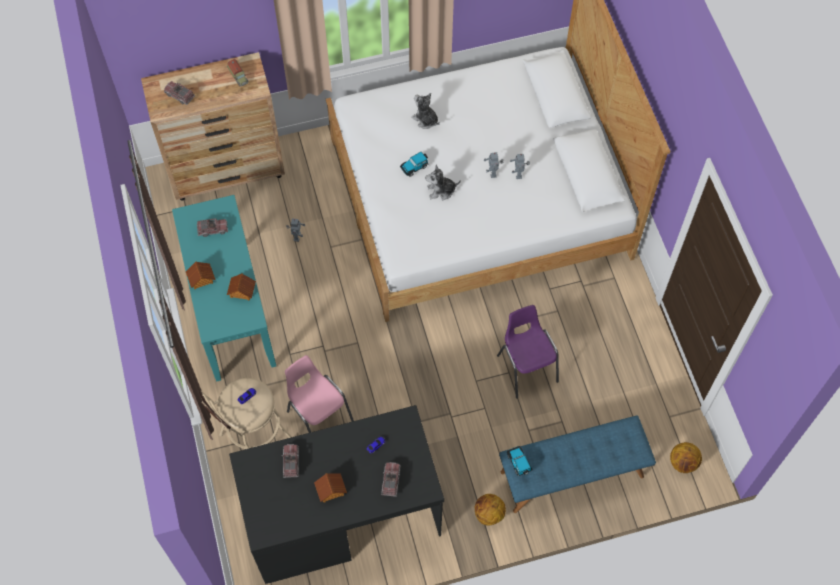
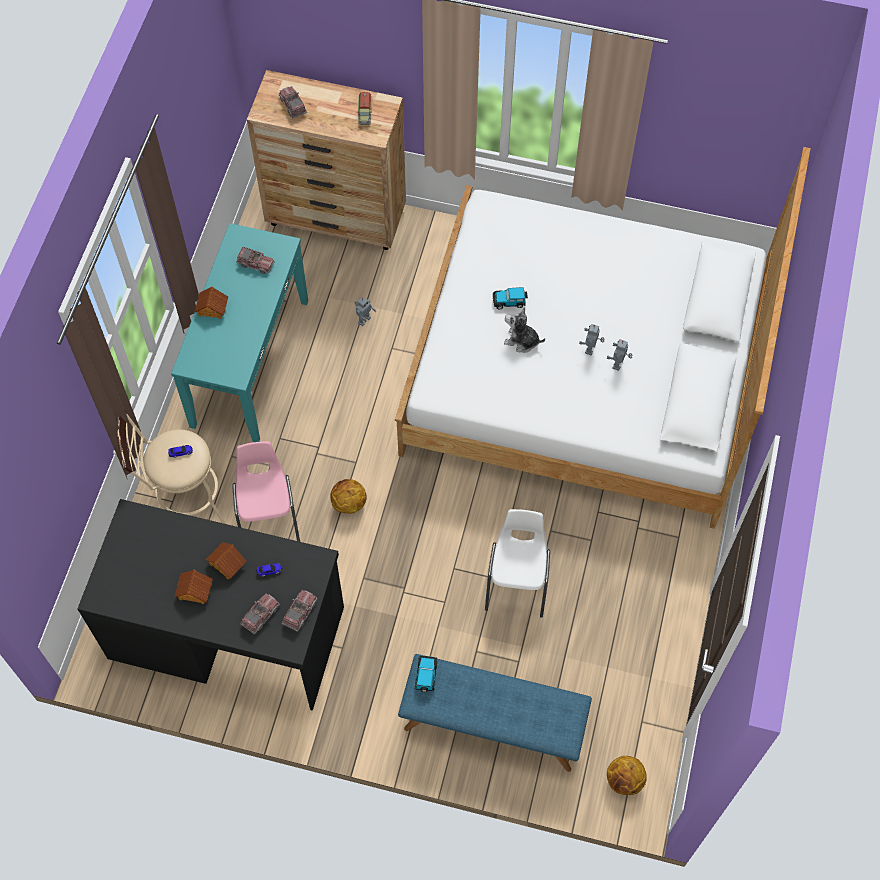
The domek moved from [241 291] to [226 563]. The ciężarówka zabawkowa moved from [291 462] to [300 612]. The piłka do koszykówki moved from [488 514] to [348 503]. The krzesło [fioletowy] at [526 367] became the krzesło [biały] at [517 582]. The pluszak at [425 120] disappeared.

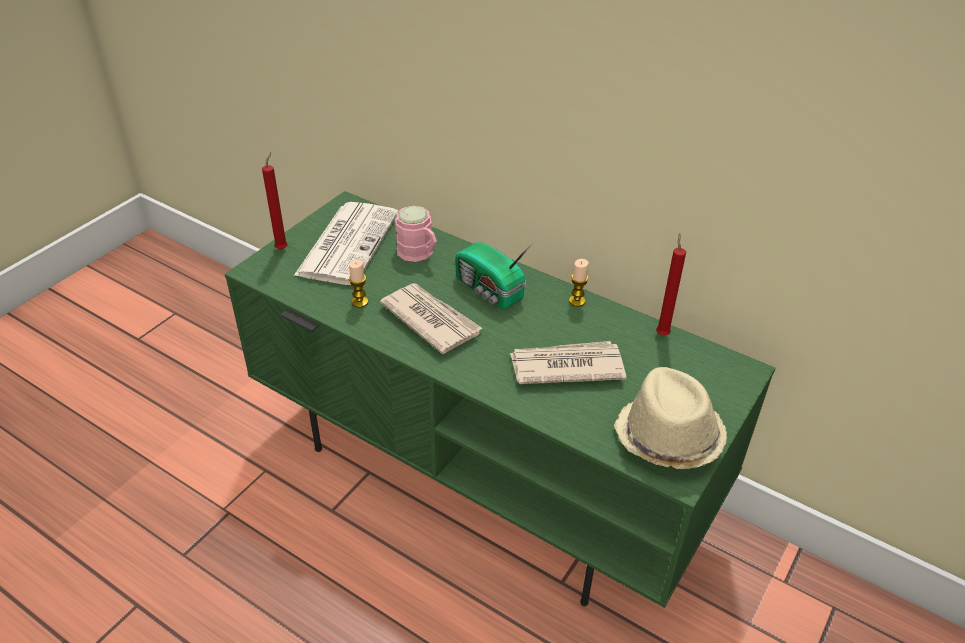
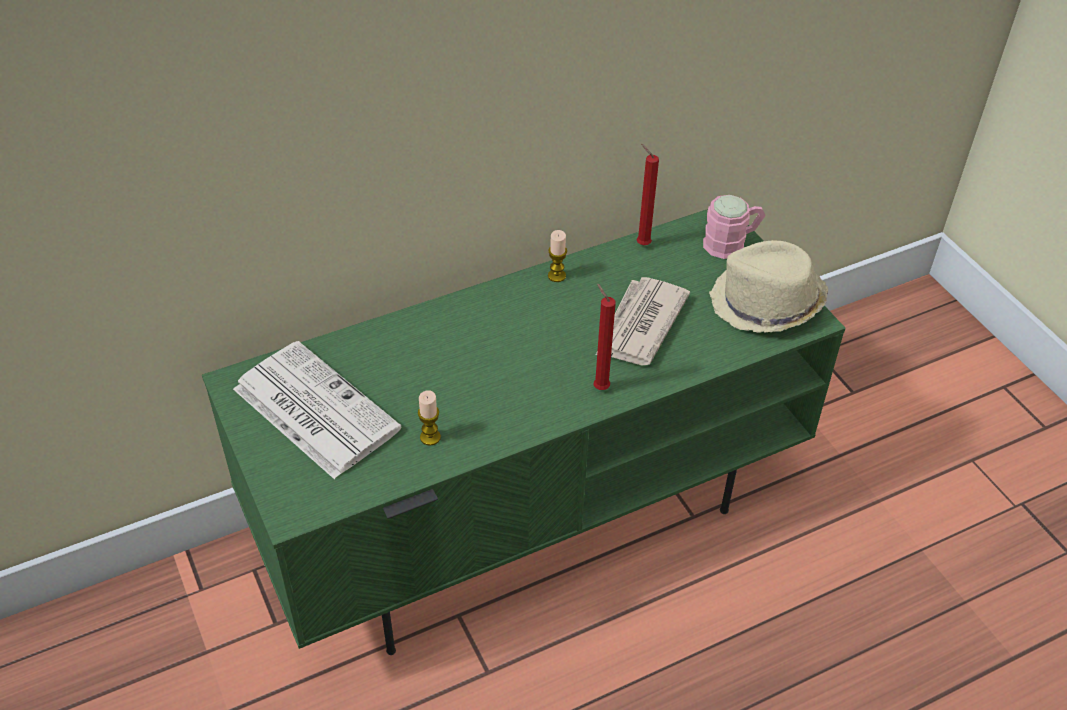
The świeca [czerwony] moved from [282 248] to [599 387]. The kubek [różowy] moved from [419 253] to [731 243]. The gazeta at [430 319] disappeared. The radio at [489 290] disappeared.

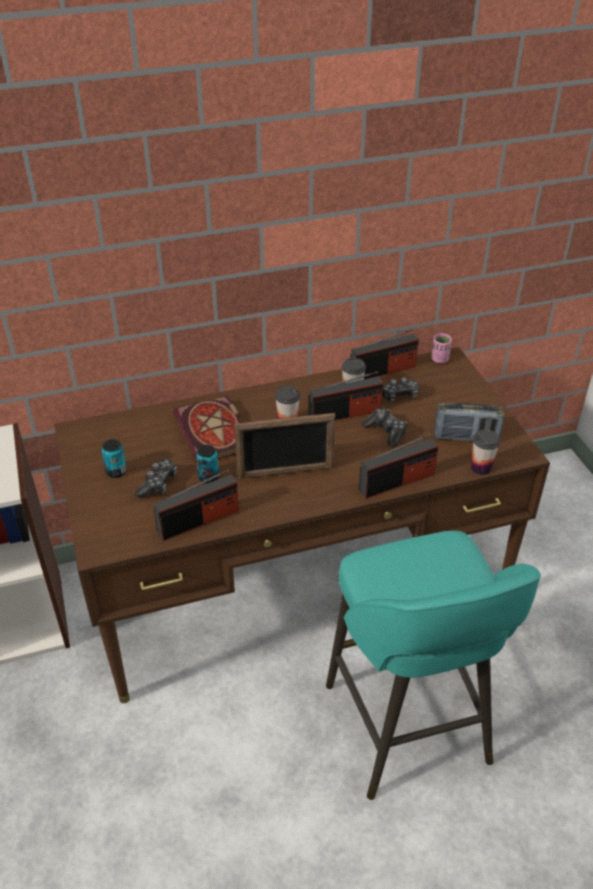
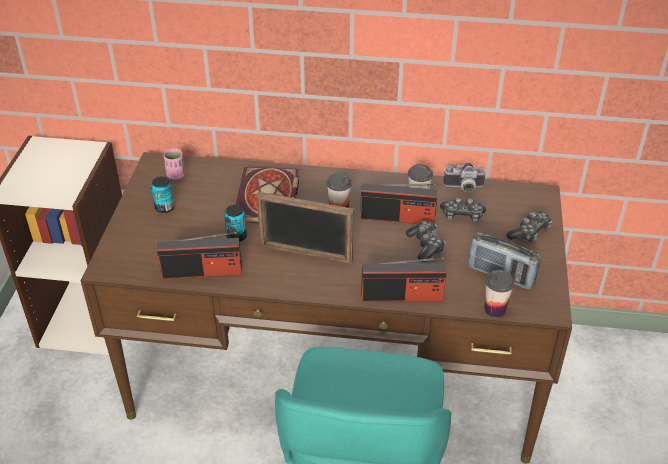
The filiżanka [różowy] moved from [439 359] to [176 175]. The radio at [383 371] was replaced by the aparat fotograficzny at [463 188]. The pad do gier moved from [158 484] to [529 232].

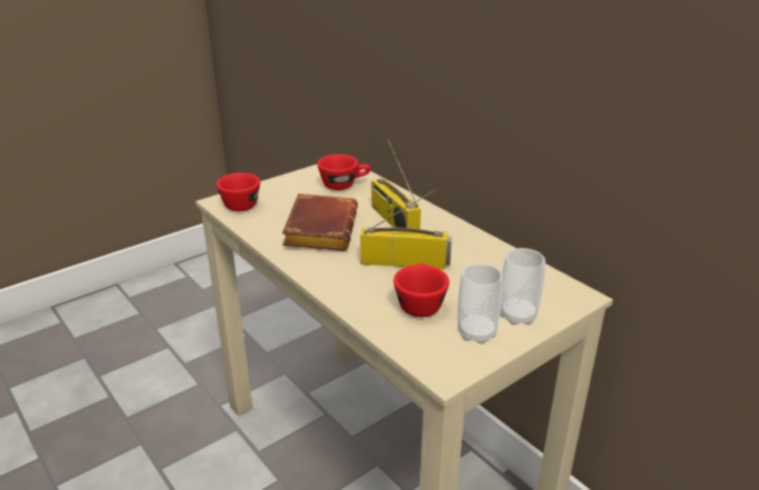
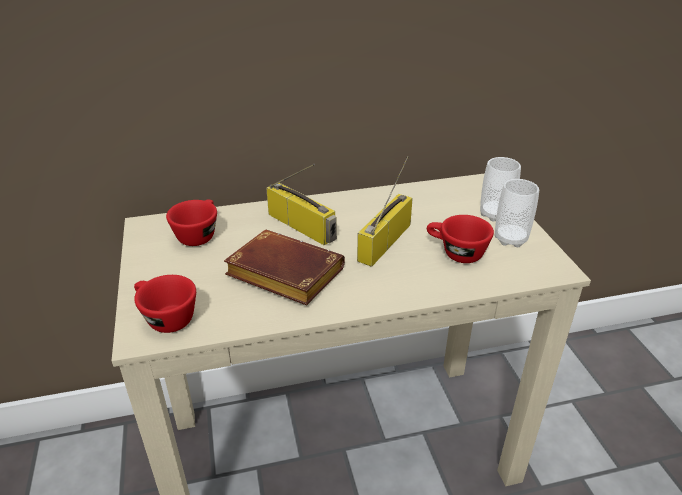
The radio at [392 220] turned 135 degrees counterclockwise.

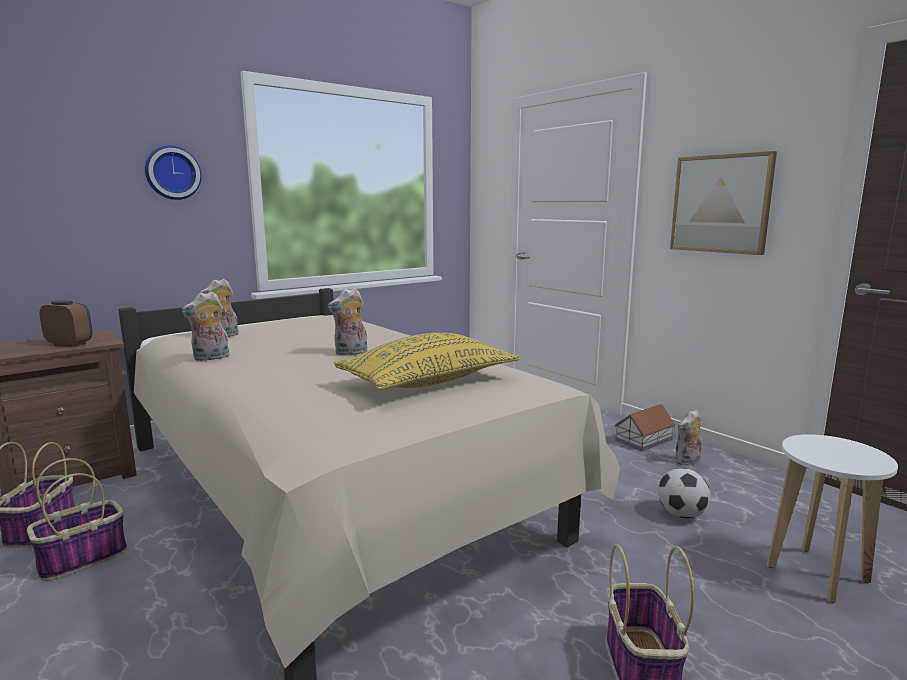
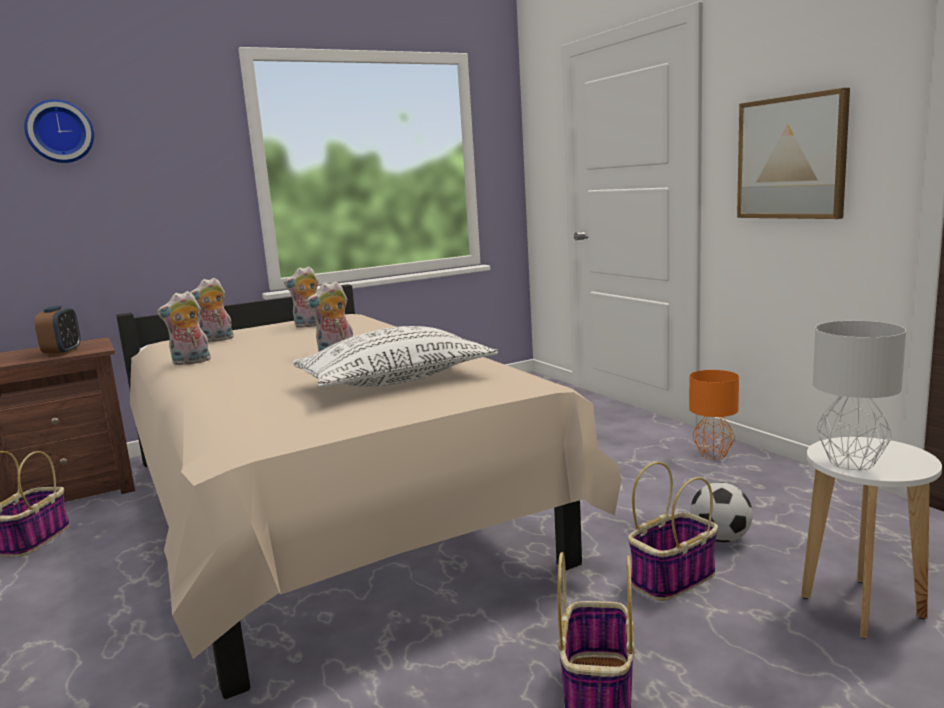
The zegar ścienny moved from [172 173] to [59 131]. The budzik at [70 344] turned 60 degrees clockwise. The pluszak moved from [688 462] to [309 326]. The poduszka [żółty] at [428 382] became the poduszka [biały] at [396 381]. The koszyk moved from [83 558] to [673 578]. The domek at [644 440] was replaced by the lampa stołowa [pomarańczowy] at [714 455]. The lampa stołowa [szary] at [849 462] appeared.

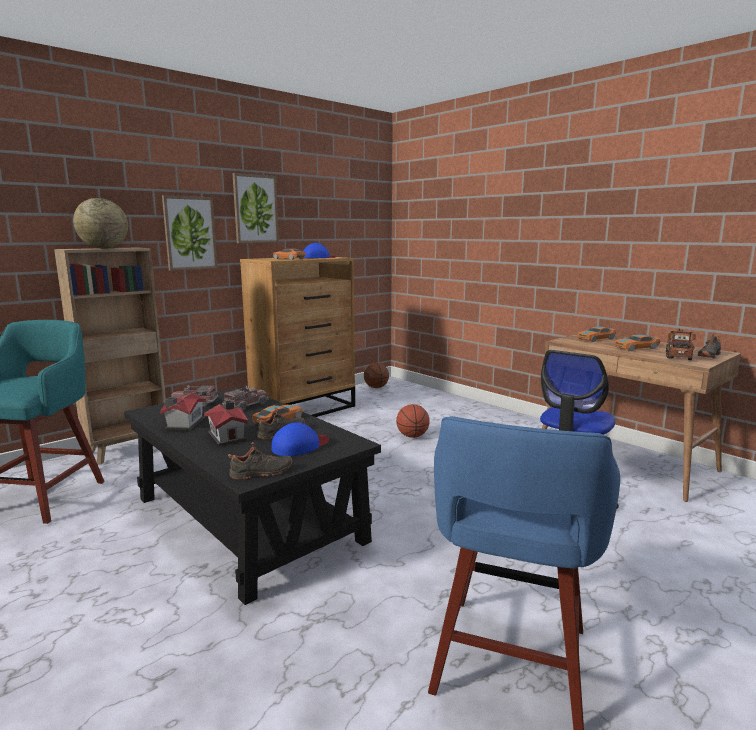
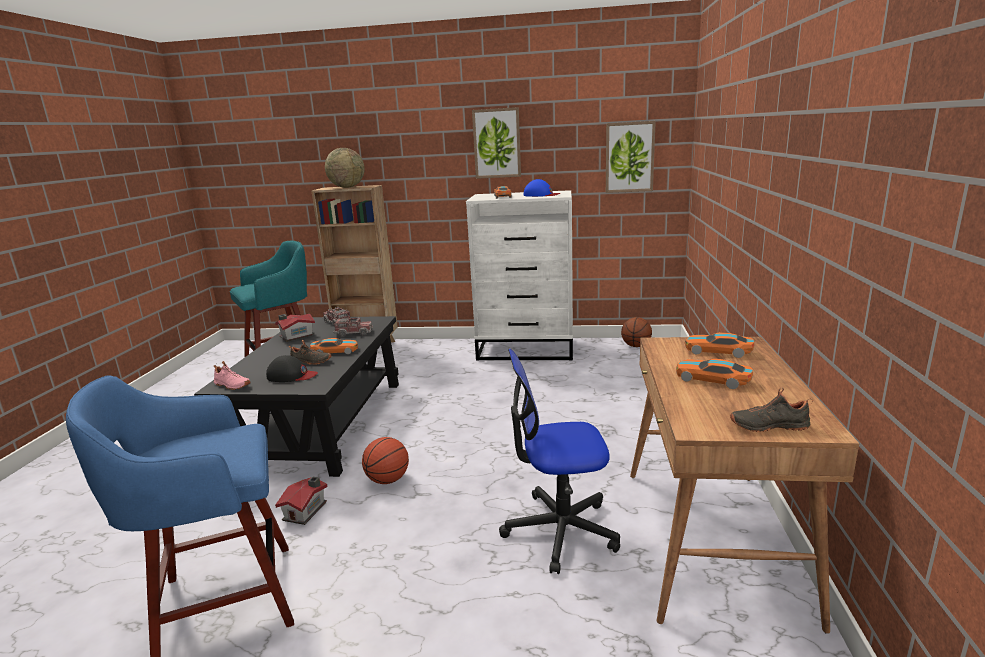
The but [czarny] at [261 473] became the but [różowy] at [231 385]. The czapka z daszkiem [niebieski] at [300 446] became the czapka z daszkiem [czarny] at [291 375]. The domek moved from [228 436] to [306 511]. The piłka do koszykówki moved from [412 436] to [388 480]. The komoda [brązowy] at [304 409] became the komoda [biały] at [526 350]. The obraz moved from [189 233] to [629 157]. The ciężarówka zabawkowa at [678 355] disappeared.

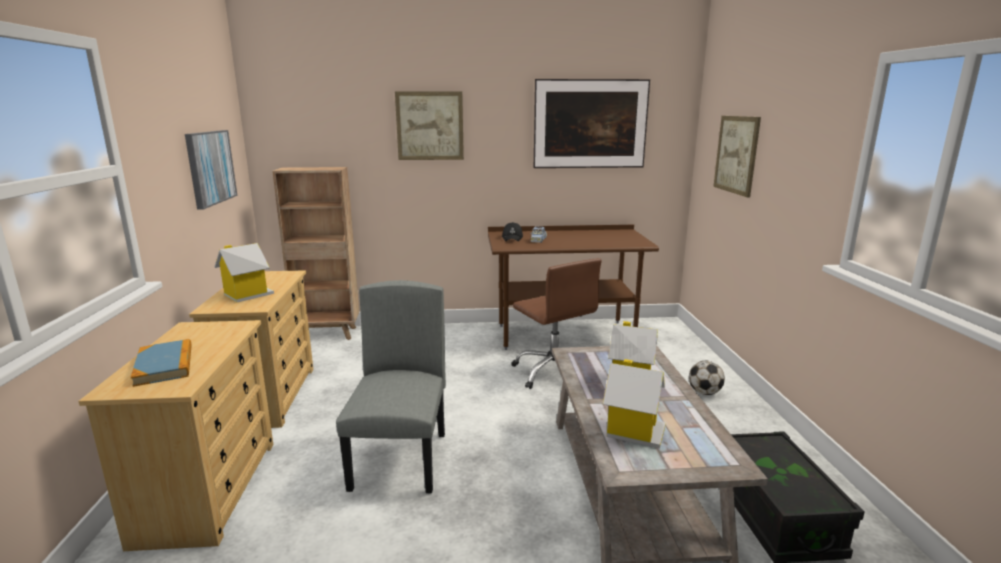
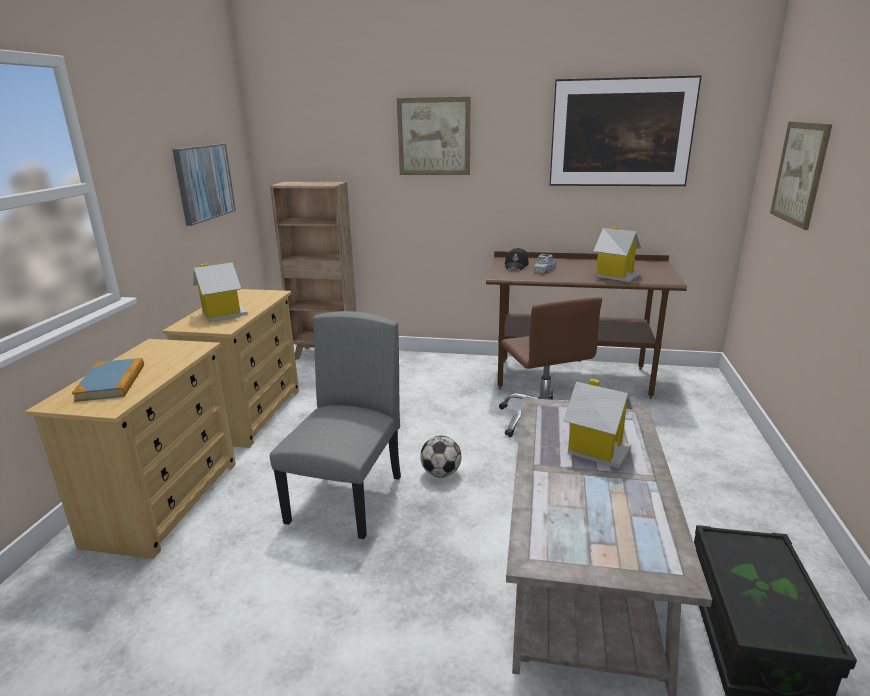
The piłka futbolowa moved from [704 392] to [441 473]. The domek moved from [633 430] to [615 275].

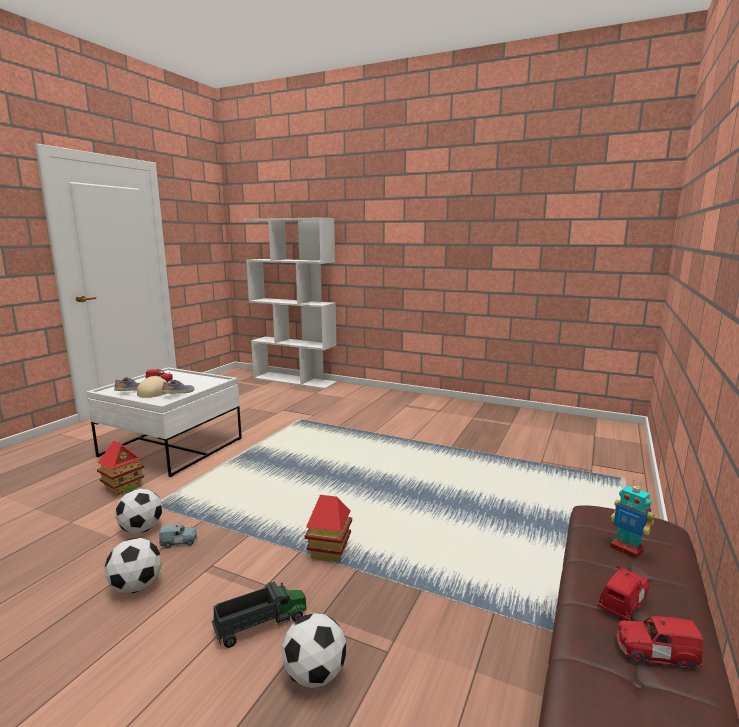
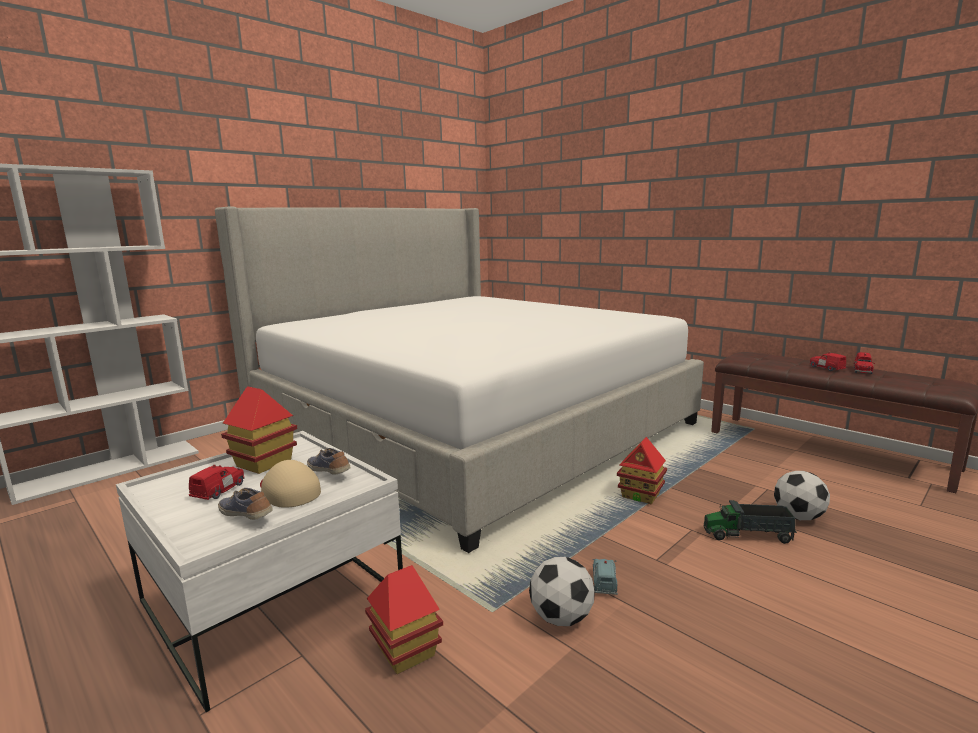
The łóżko at [468 425] appeared. The domek at [264 463] appeared. The ciężarówka zabawkowa at [261 624] turned 75 degrees counterclockwise. The piłka futbolowa at [136 586] disappeared. The robot zabawkowy at [626 549] disappeared.

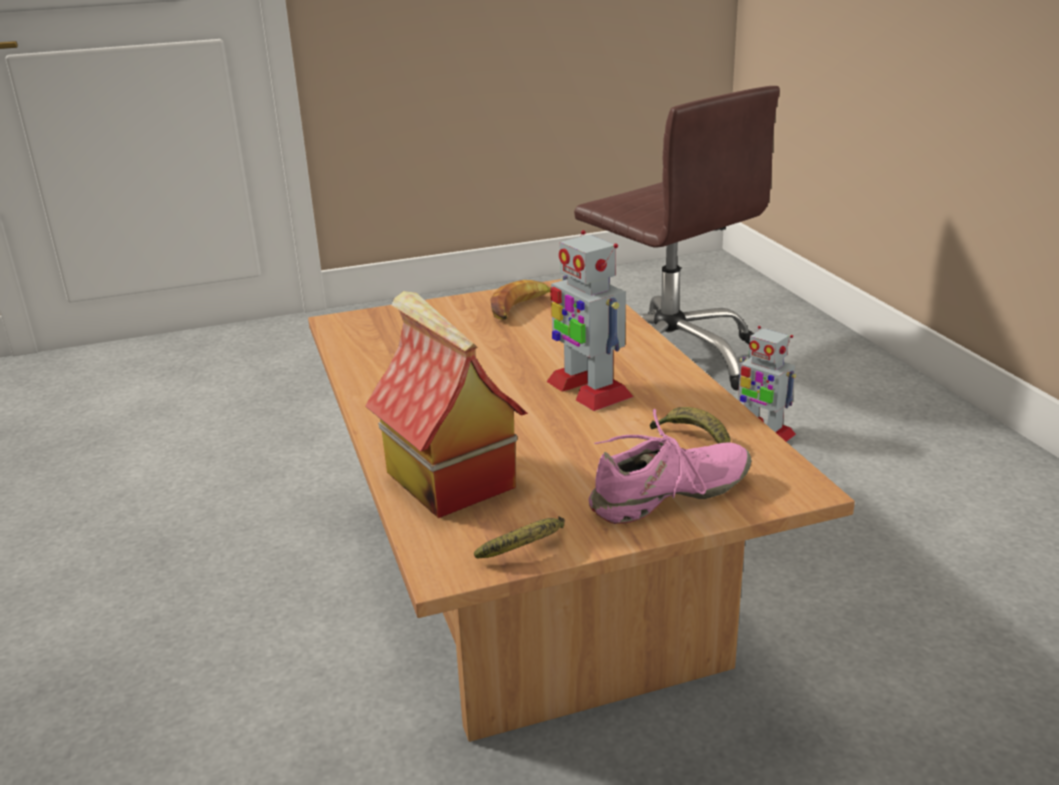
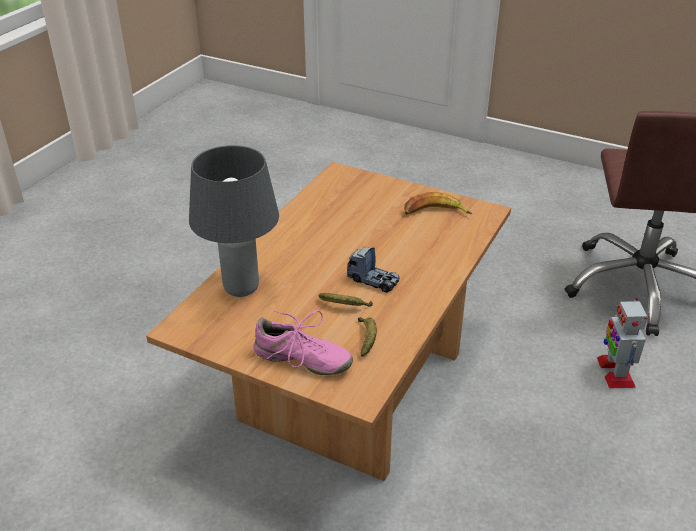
The domek at [447 479] was replaced by the lampa stołowa [szary] at [240 289]. The banan moved from [527 549] to [344 306]. The robot zabawkowy at [587 389] was replaced by the ciężarówka zabawkowa at [373 280].

